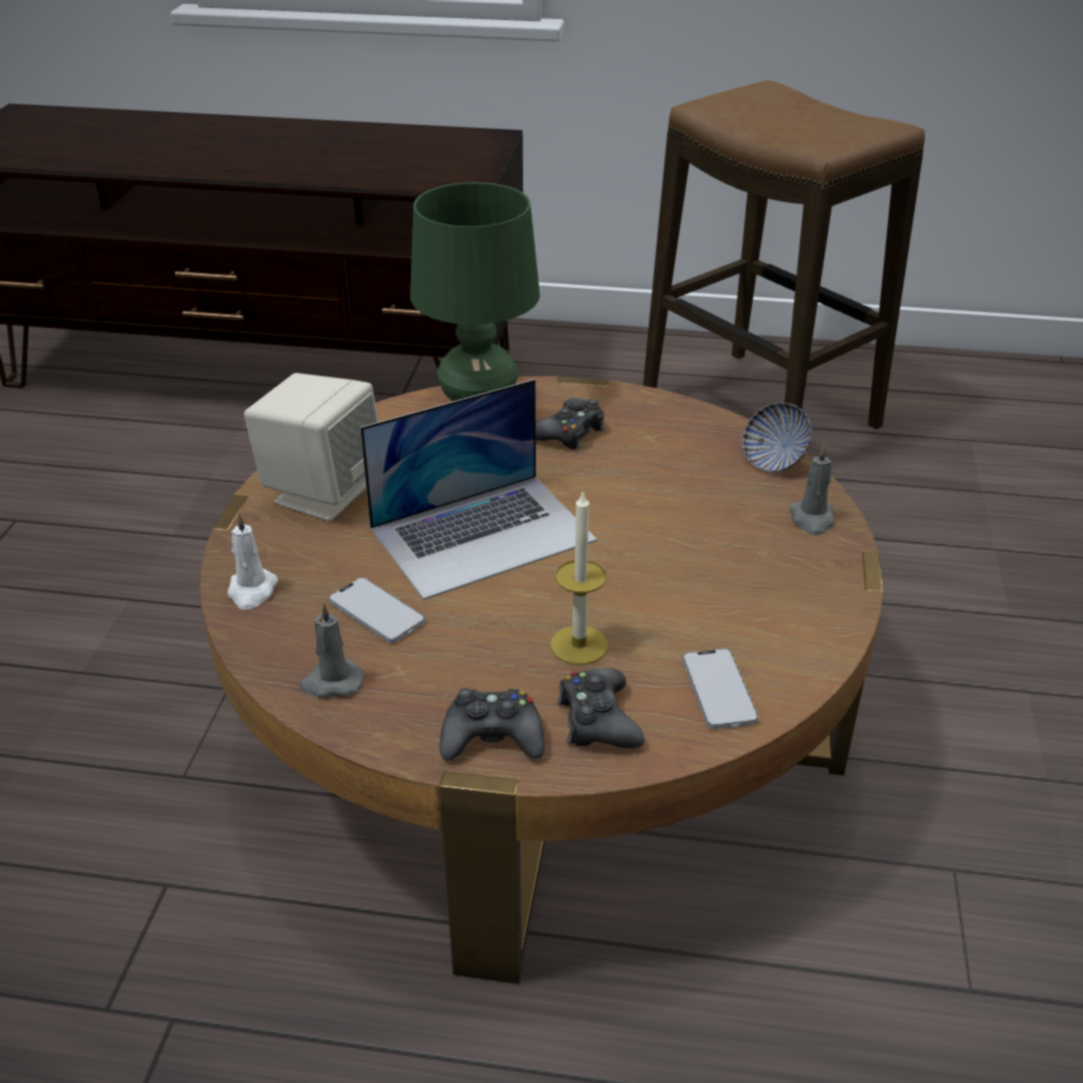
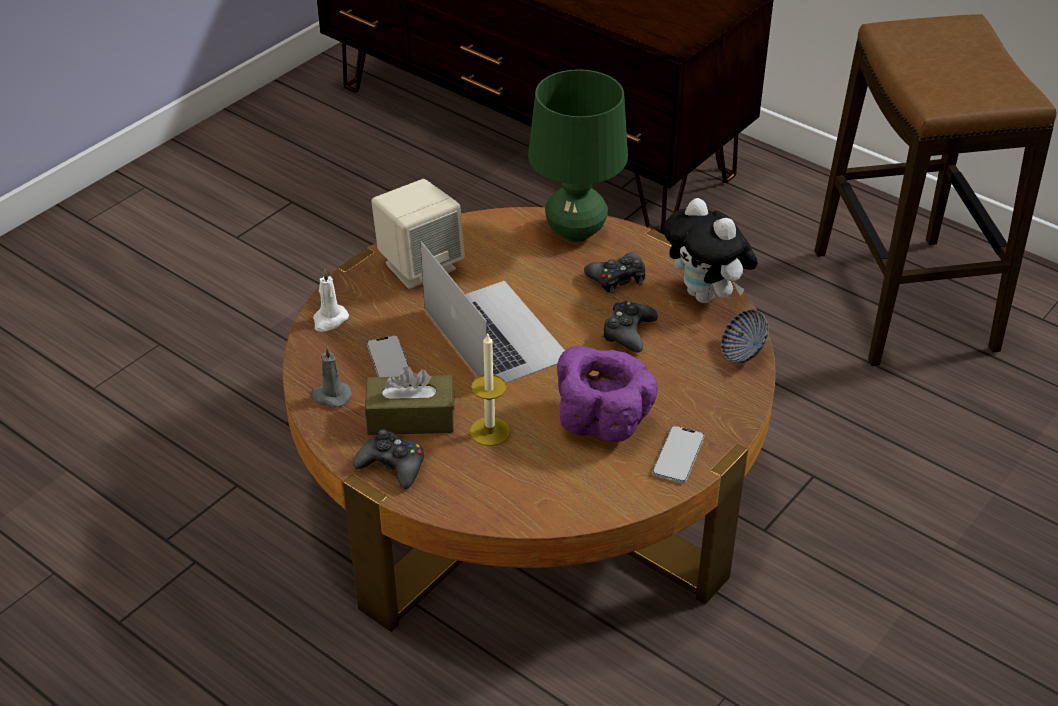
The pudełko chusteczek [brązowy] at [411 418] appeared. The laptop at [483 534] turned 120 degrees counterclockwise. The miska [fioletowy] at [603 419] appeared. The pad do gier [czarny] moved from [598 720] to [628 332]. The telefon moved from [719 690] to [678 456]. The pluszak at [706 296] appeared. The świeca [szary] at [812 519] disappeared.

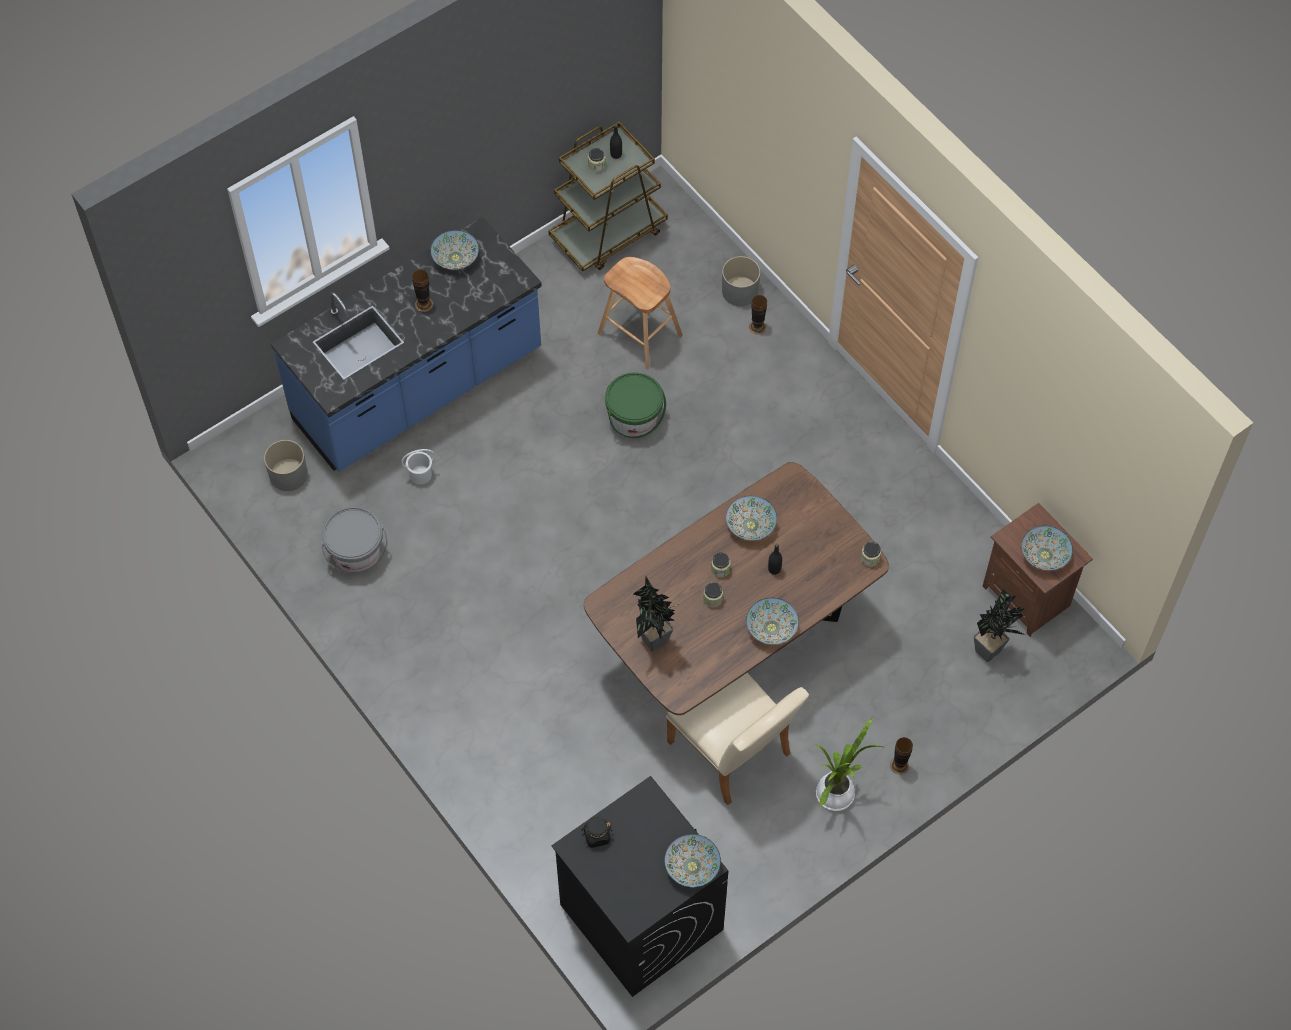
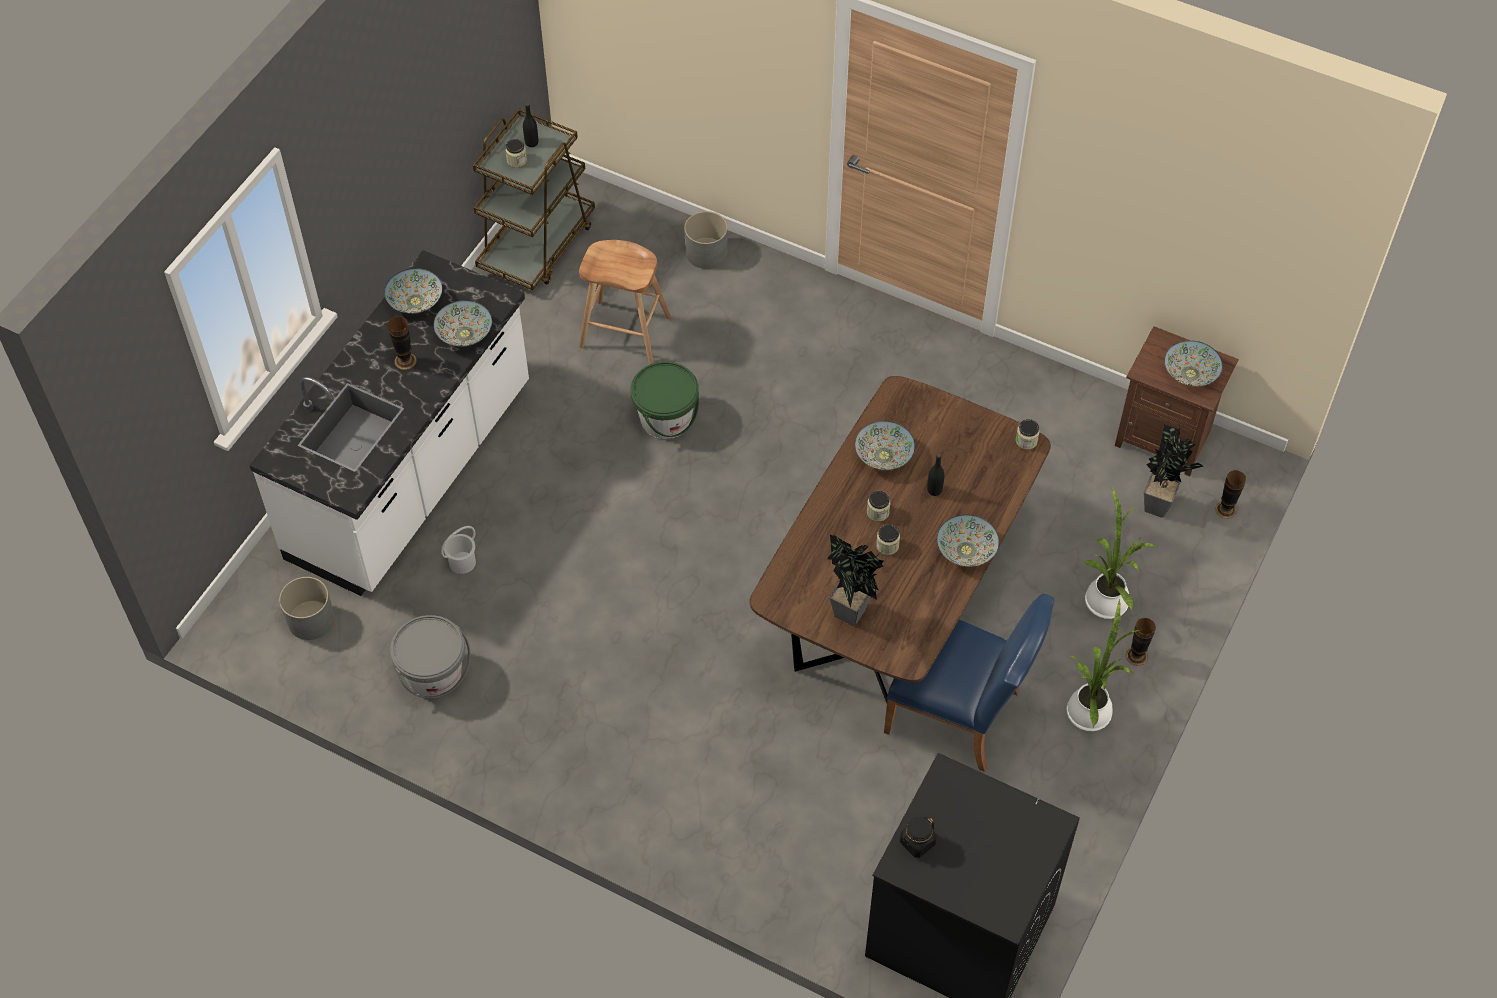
The zabudowa kuchenna [niebieski] at [418 388] became the zabudowa kuchenna [biały] at [412 474]. The miska moved from [692 866] to [464 334]. The krzesło [beżowy] at [734 753] became the krzesło [niebieski] at [961 715]. The roślina doniczkowa at [1106 598] appeared. The wazon moved from [757 327] to [1226 509].

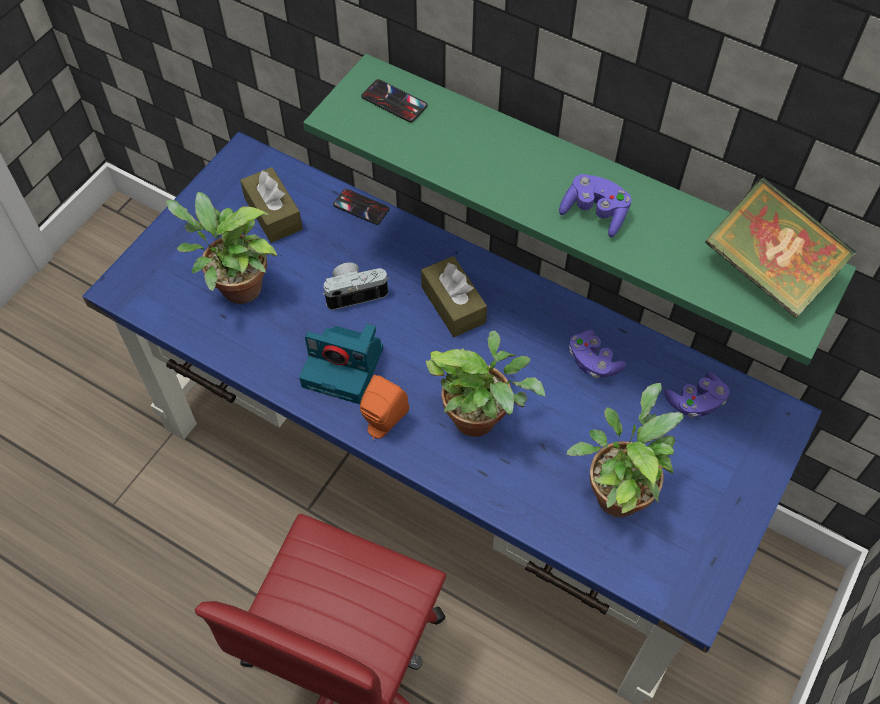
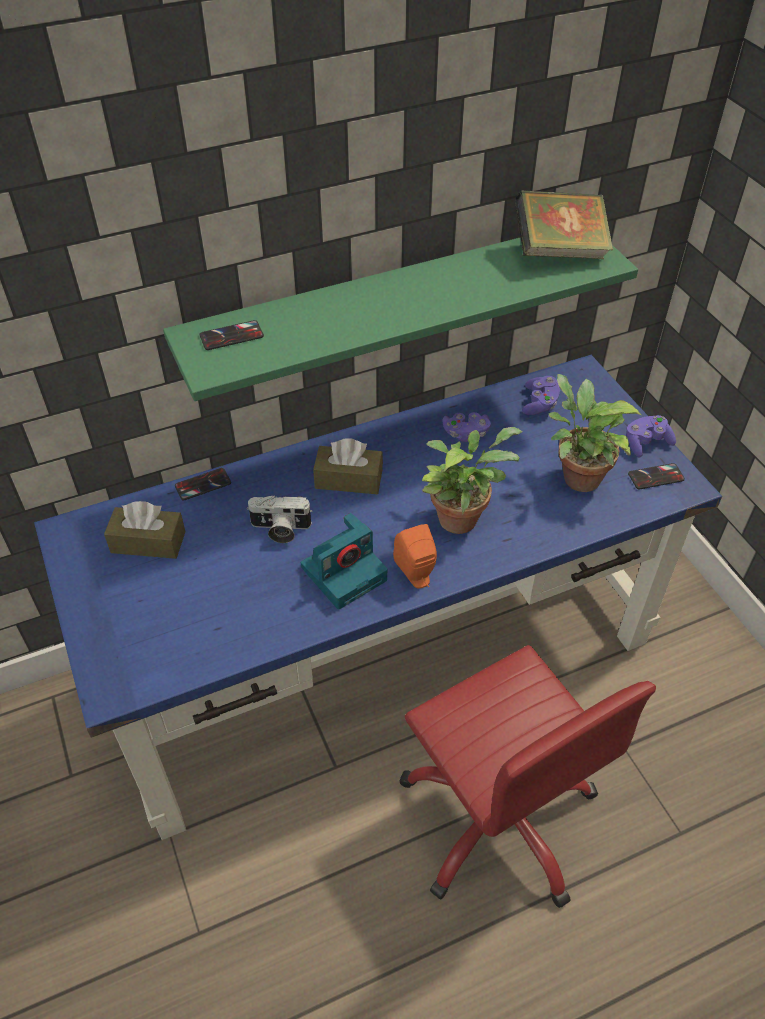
The aparat fotograficzny at [355 291] turned 105 degrees counterclockwise. The pad do gier [fioletowy] moved from [595 213] to [646 443]. The telefon at [656 477] appeared. The roślina doniczkowa at [235 288] disappeared.

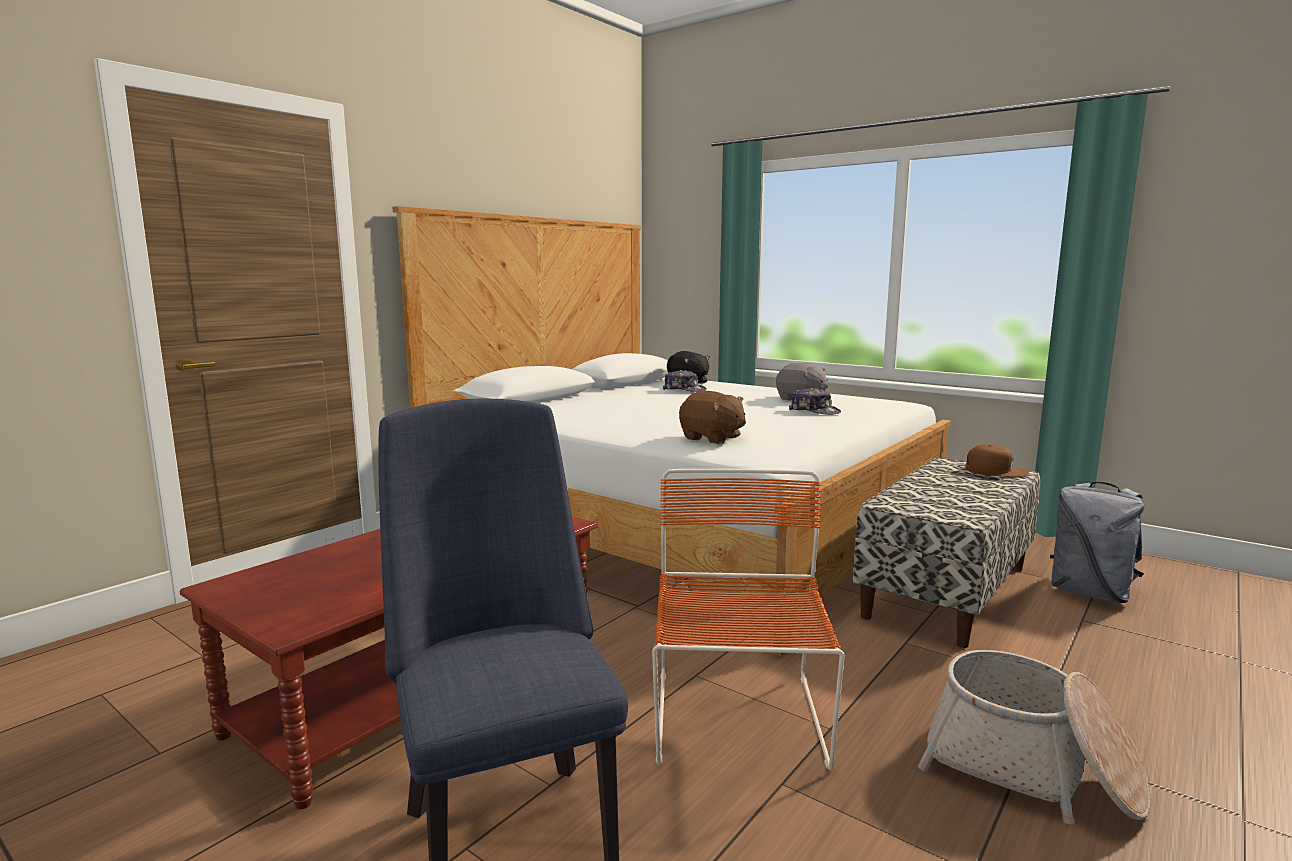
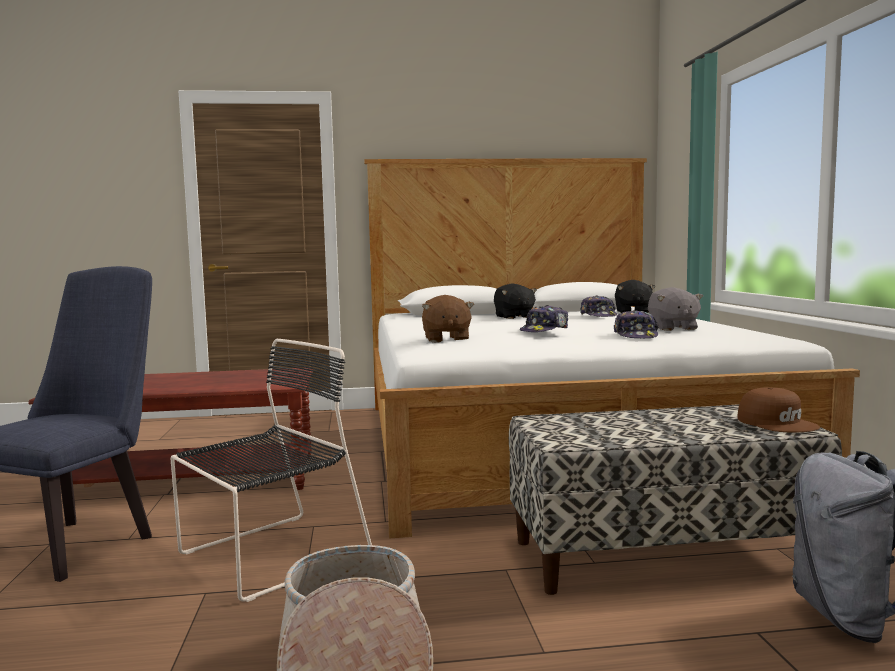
The krzesło [pomarańczowy] at [738 721] became the krzesło [czarny] at [269 556]. The pluszak [czarny] at [513 317] appeared. The czapka z daszkiem at [545 330] appeared.

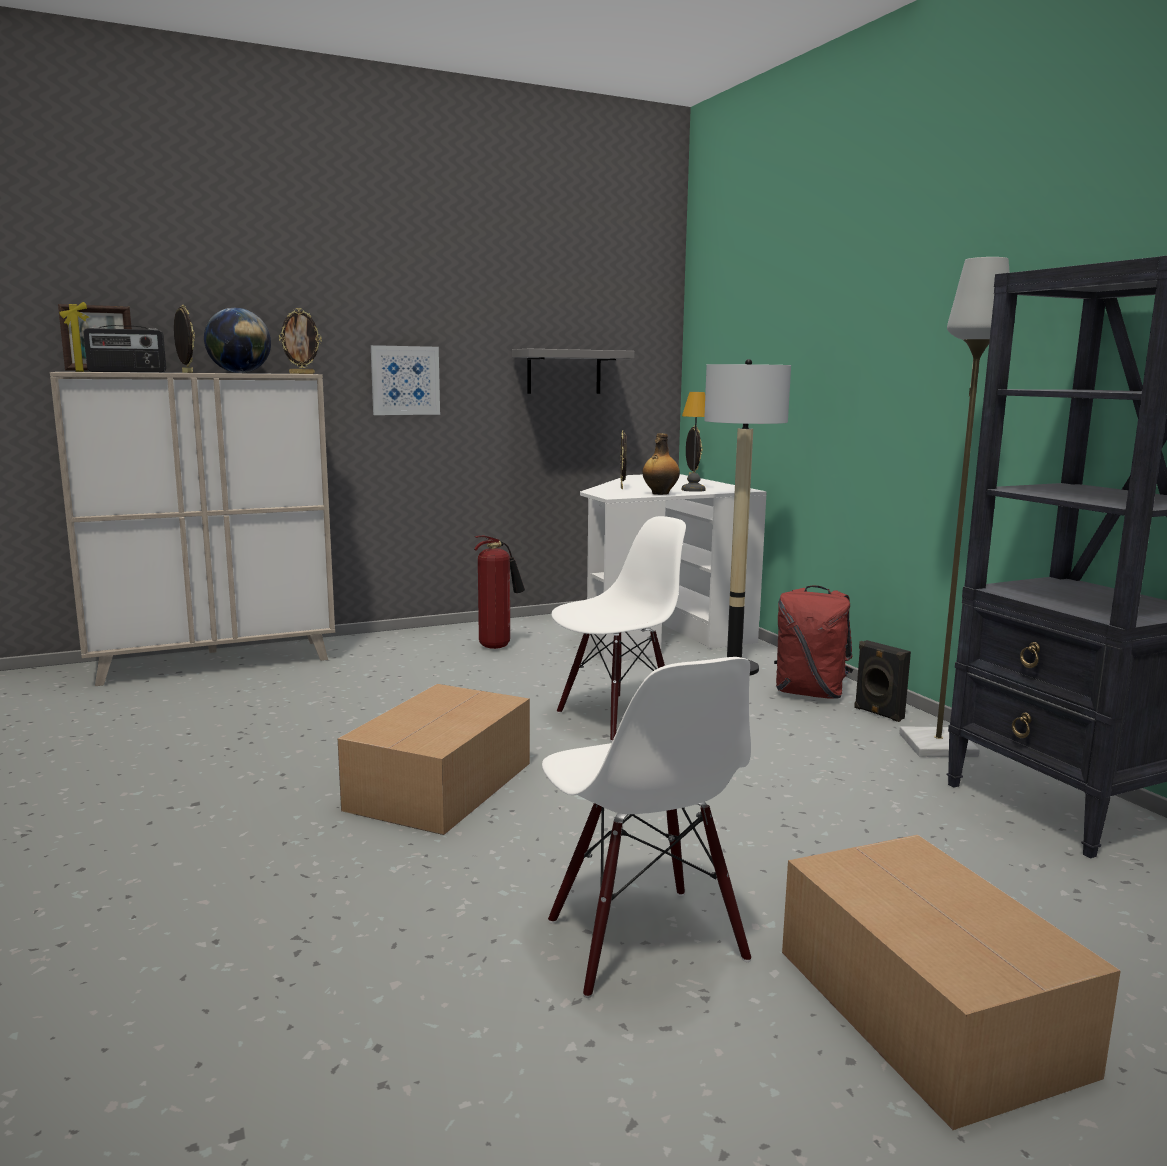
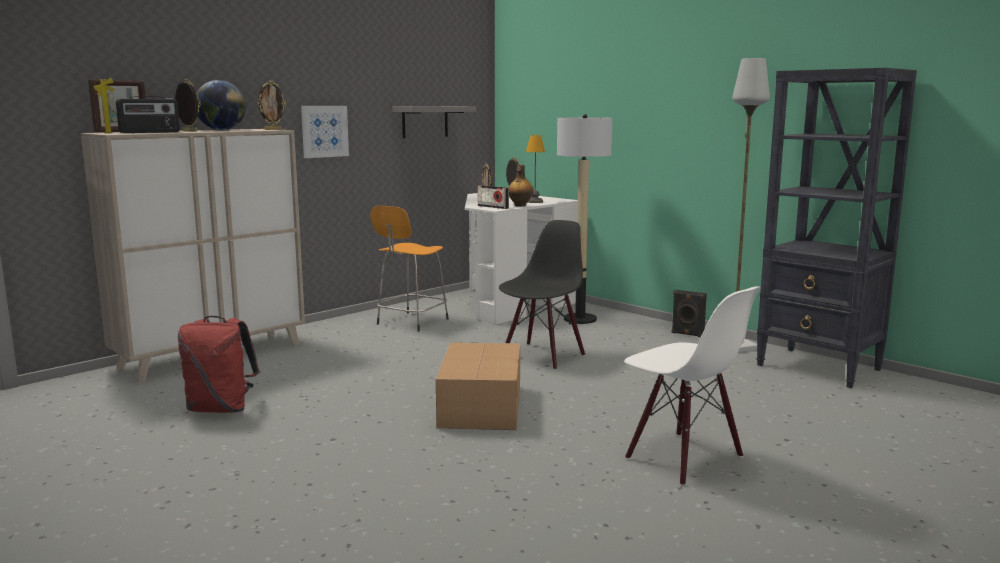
The plecak [czerwony] moved from [810 693] to [221 409]. The gaśnica at [497 646] was replaced by the stołek [pomarańczowy] at [411 322]. The radio at [493 207] appeared. The krzesło [biały] at [617 718] became the krzesło [czarny] at [542 355]. The karton at [928 1013] disappeared.

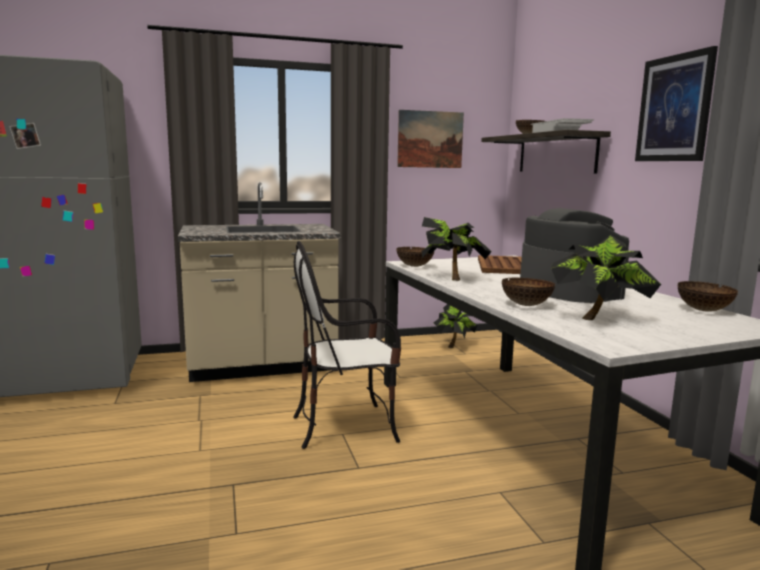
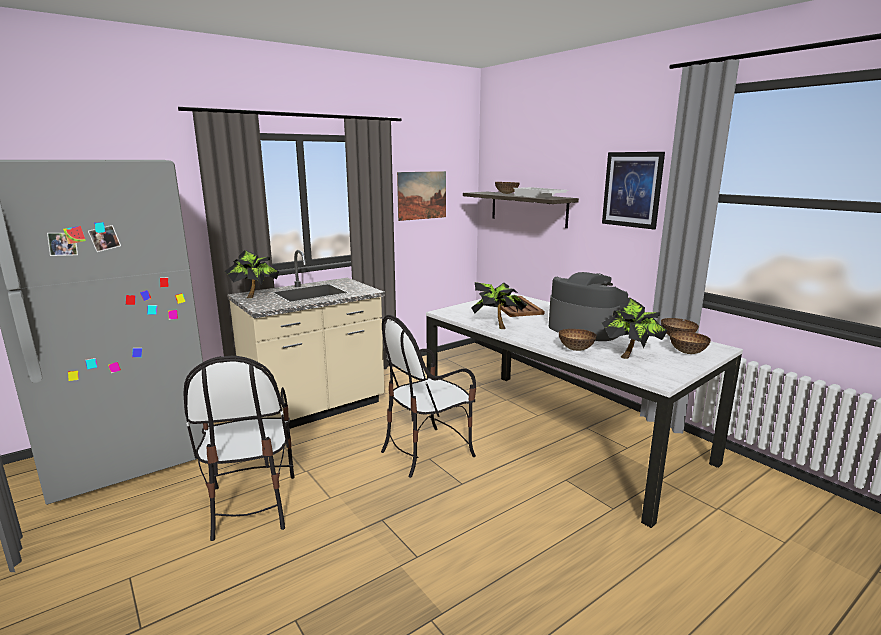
The krzesło at [251 505] appeared. The roślina doniczkowa moved from [454 346] to [254 296]. The miska moved from [415 266] to [688 353].

